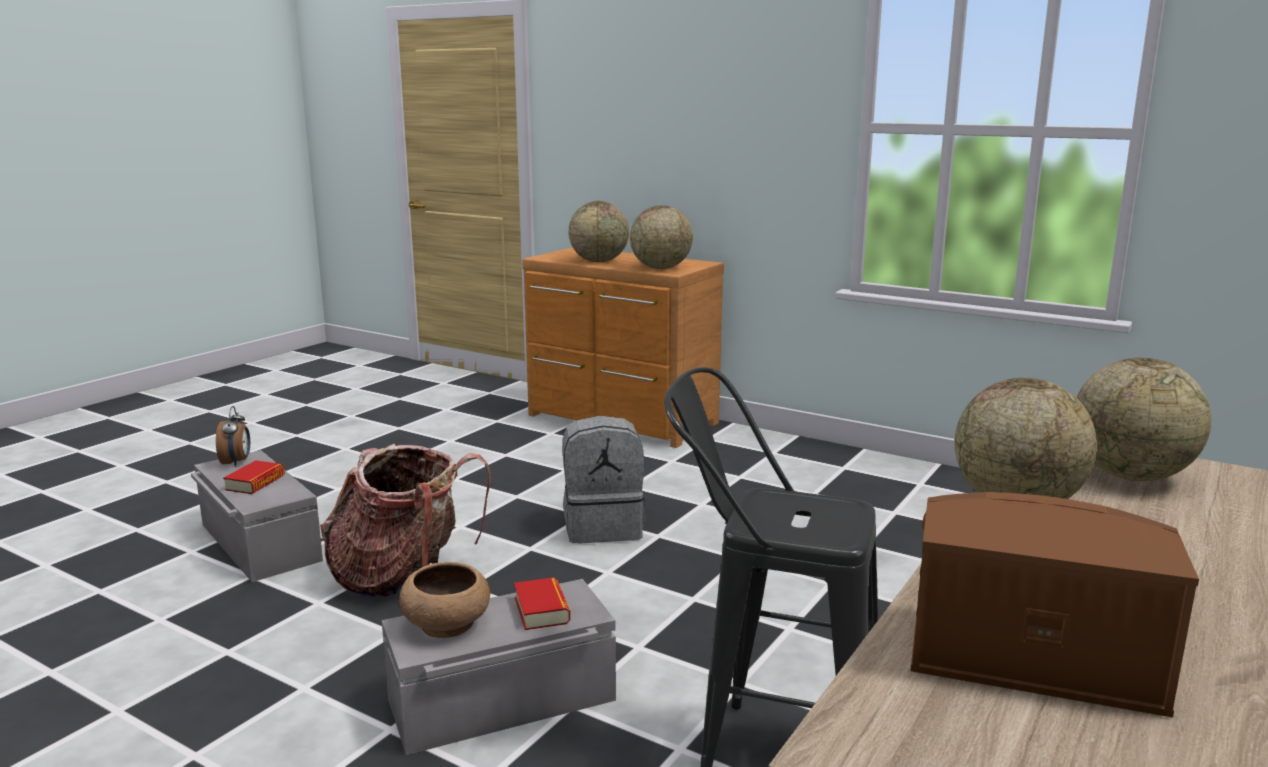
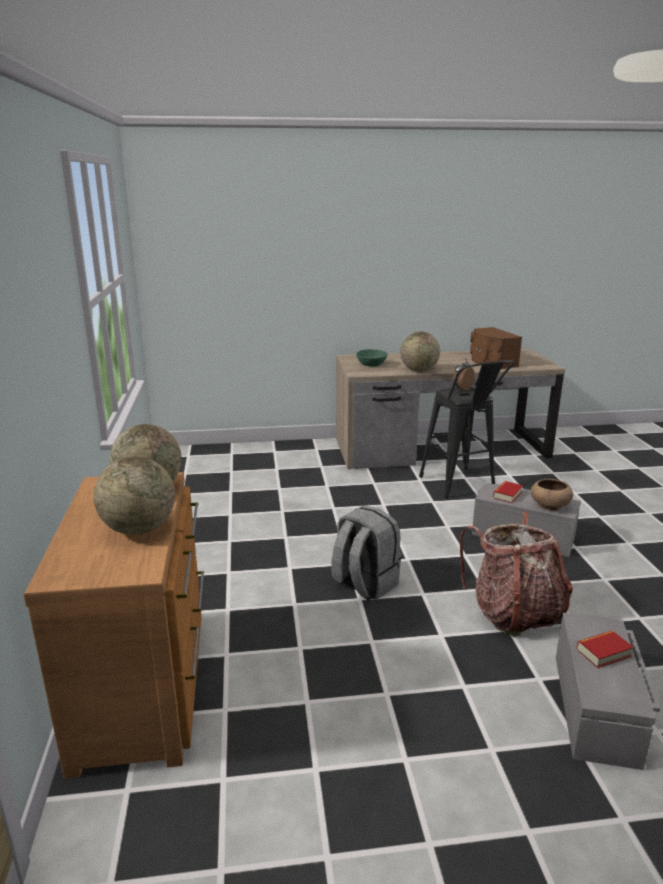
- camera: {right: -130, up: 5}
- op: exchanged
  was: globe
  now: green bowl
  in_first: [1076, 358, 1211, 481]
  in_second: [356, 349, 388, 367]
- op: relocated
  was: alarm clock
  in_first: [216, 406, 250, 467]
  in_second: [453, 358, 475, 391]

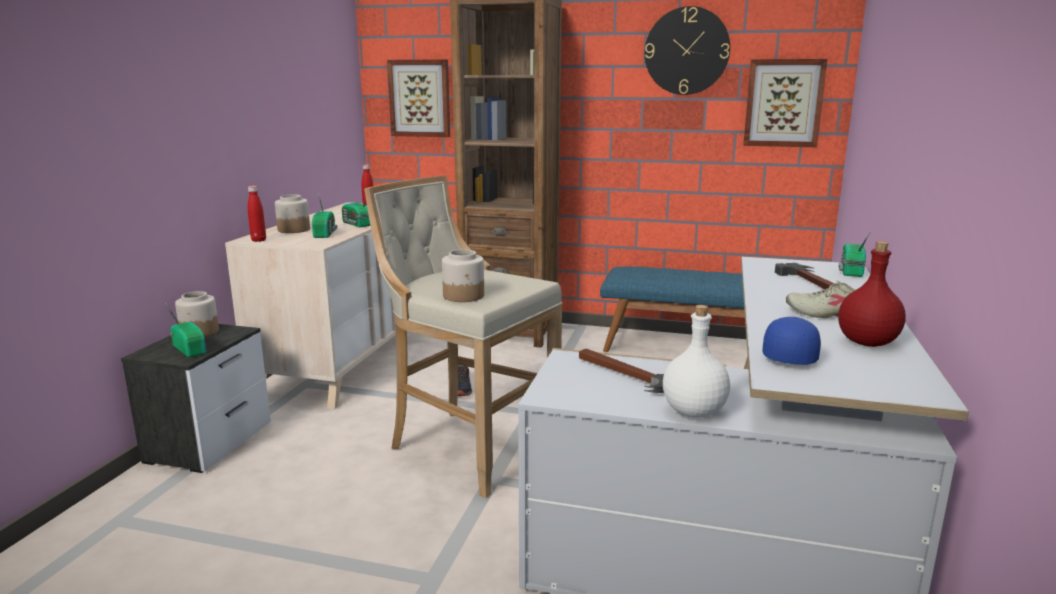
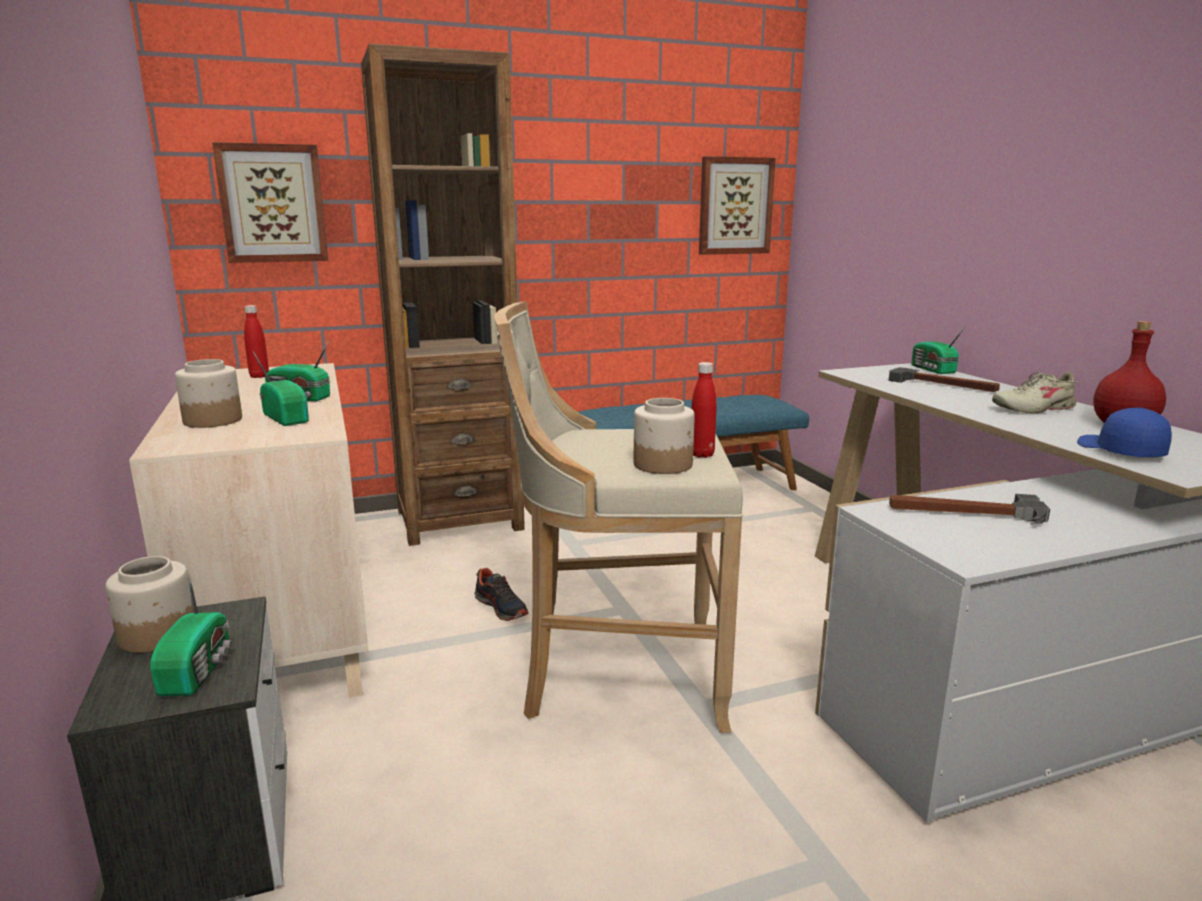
- camera: {right: -35, up: 0}
- op: spun
  was: radio
  in_first: [165, 303, 206, 358]
  in_second: [150, 566, 233, 696]
  clockwise: 75
- op: relocated
  was: red bottle
  in_first: [248, 186, 266, 242]
  in_second: [691, 362, 717, 458]
- op: missing
  was: wall clock
  in_first: [645, 6, 730, 95]
- op: missing
  was: white bottle
  in_first: [663, 305, 730, 418]

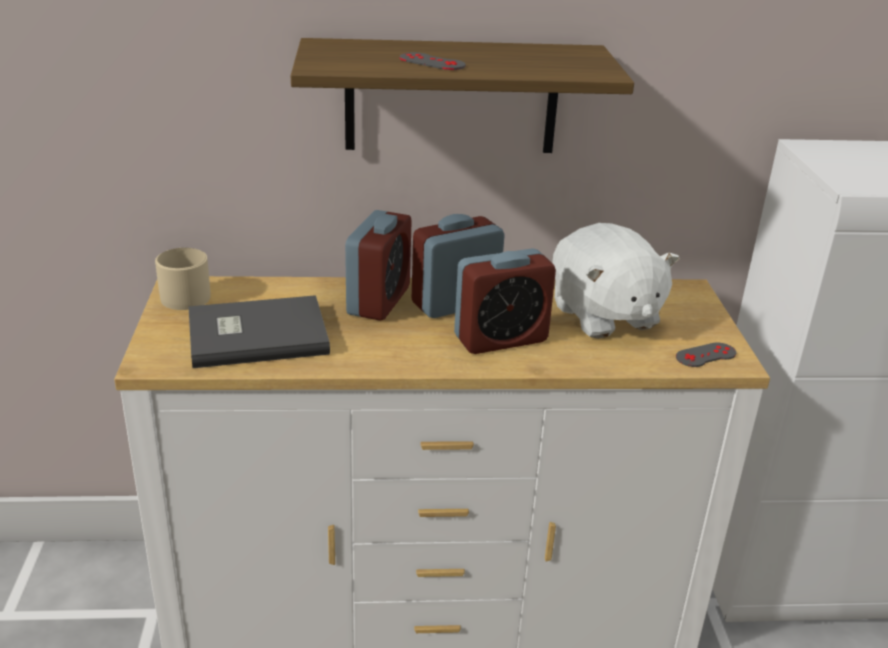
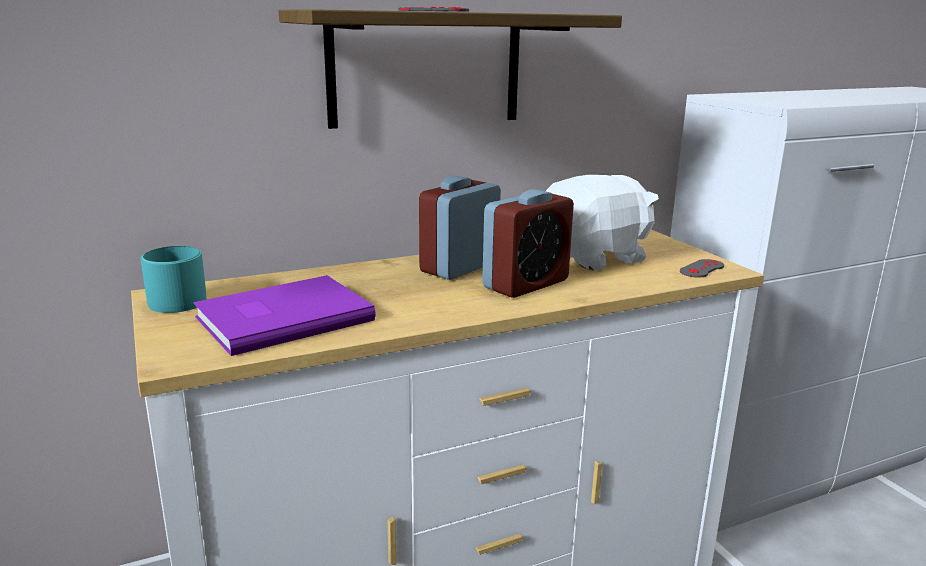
- camera: {right: -20, up: -10}
- op: colour
  was: beige mug
  now: turquoise mug
  in_first: [155, 248, 210, 310]
  in_second: [140, 246, 206, 313]
- op: colour
  was: grey book
  now: purple book
  in_first: [188, 295, 330, 368]
  in_second: [193, 275, 376, 356]
- op: spun
  was: white plush toy
  in_first: [552, 223, 680, 339]
  in_second: [546, 175, 659, 271]
  clockwise: -75
- op: missing
  was: alarm clock
  in_first: [345, 210, 411, 321]

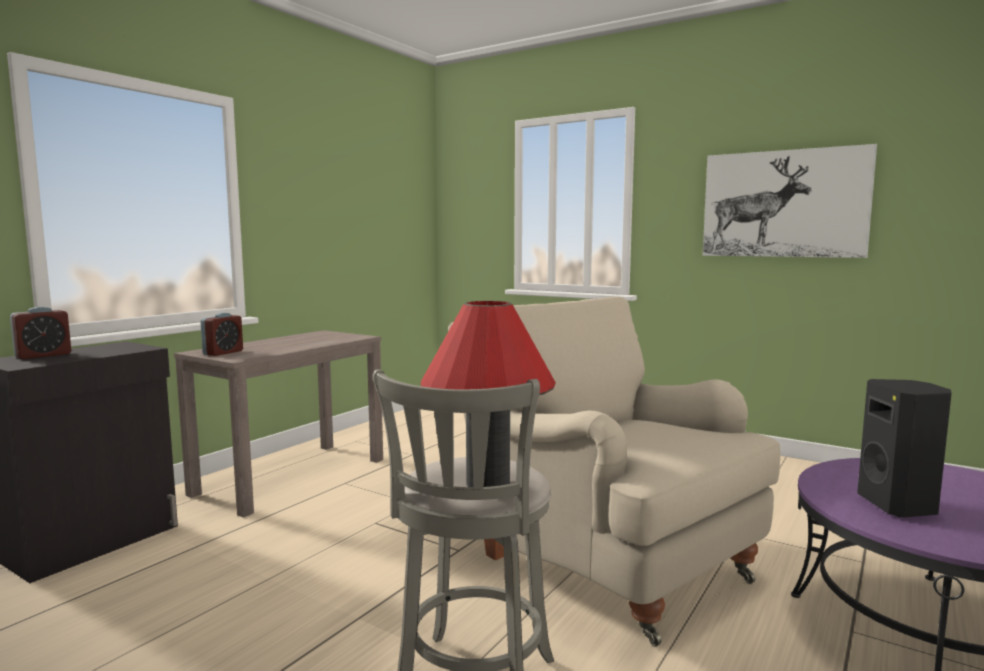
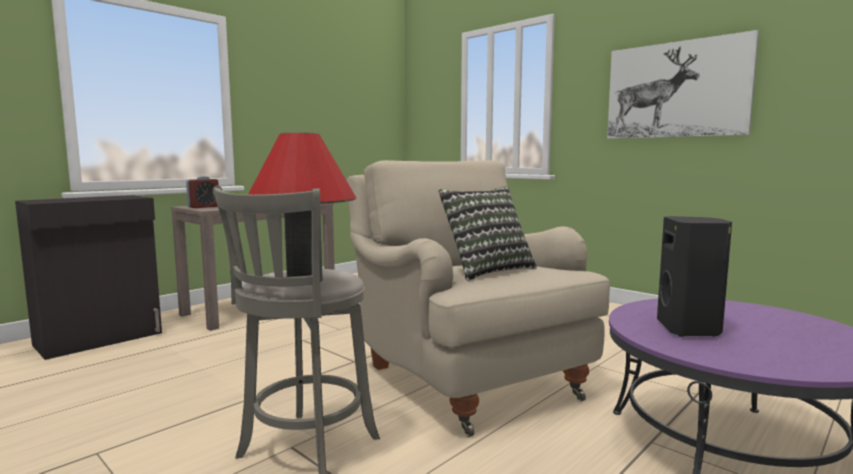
- camera: {right: 10, up: 0}
- op: appeared
  now: pillow
  in_second: [439, 186, 537, 281]
- op: missing
  was: alarm clock
  in_first: [10, 307, 71, 359]

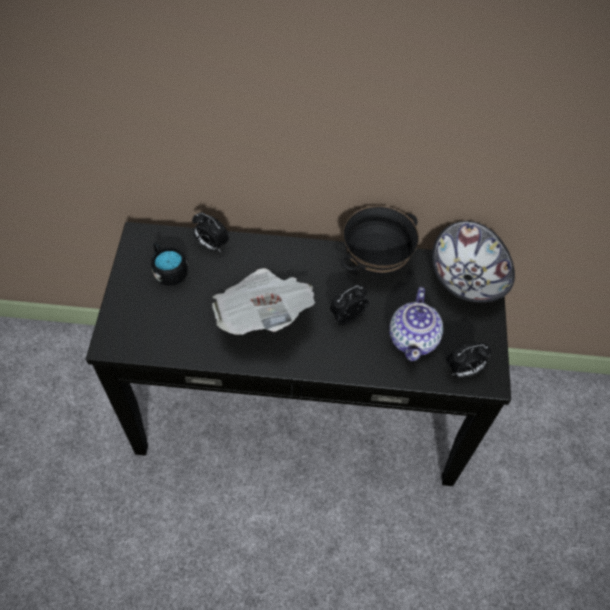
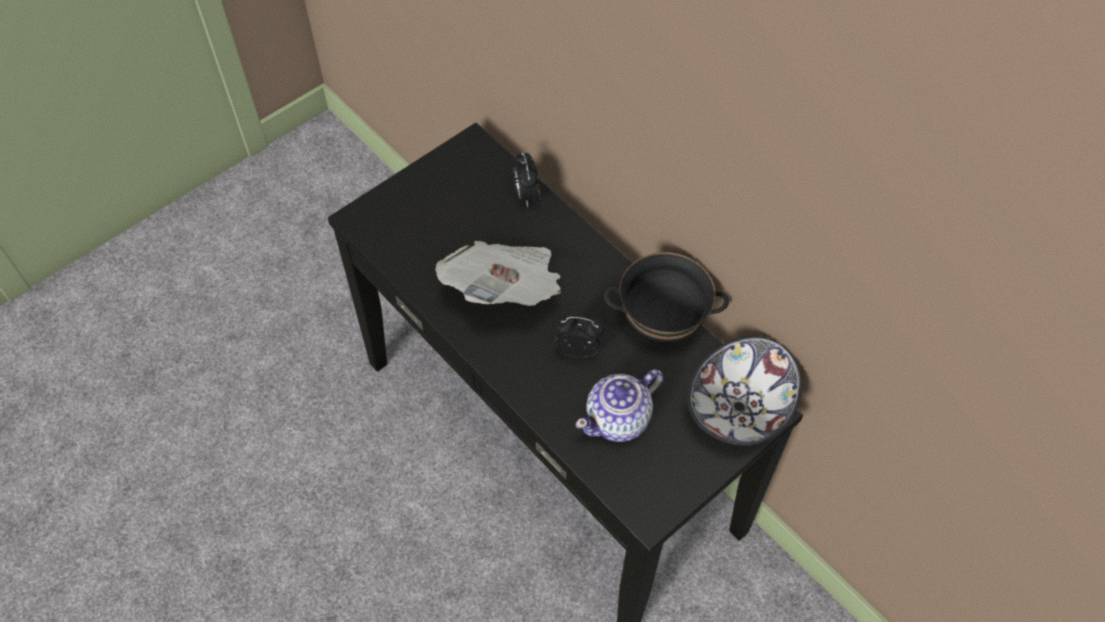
- camera: {right: 45, up: 0}
- op: missing
  was: black mug
  in_first: [151, 242, 188, 286]
- op: missing
  was: alarm clock
  in_first: [446, 342, 491, 378]

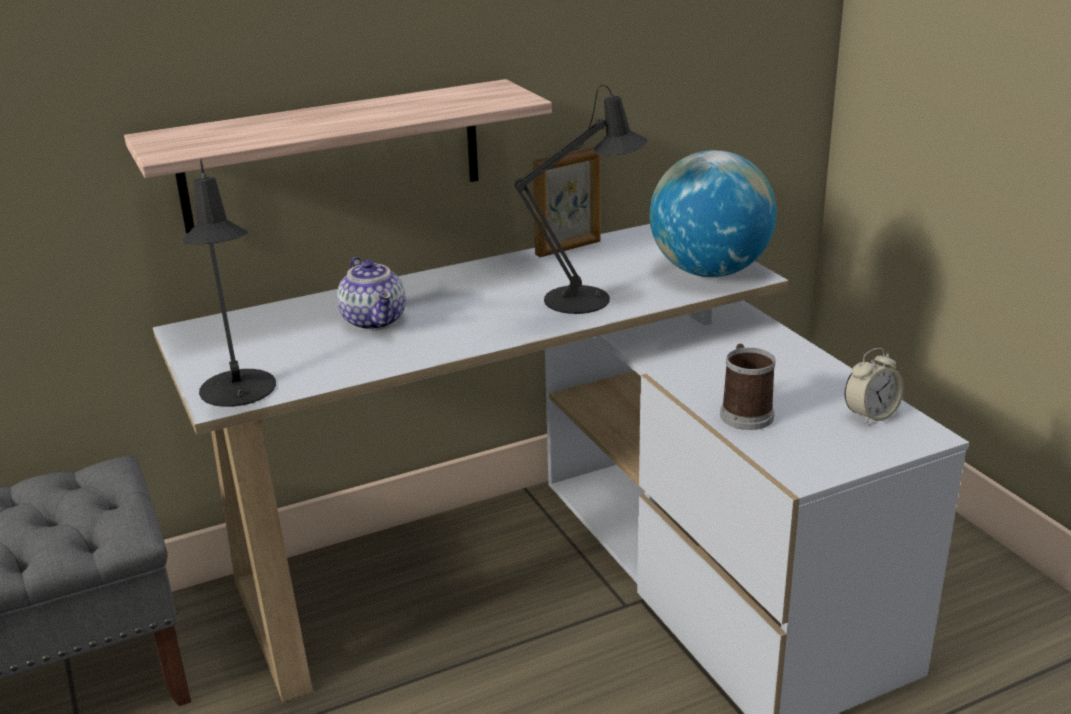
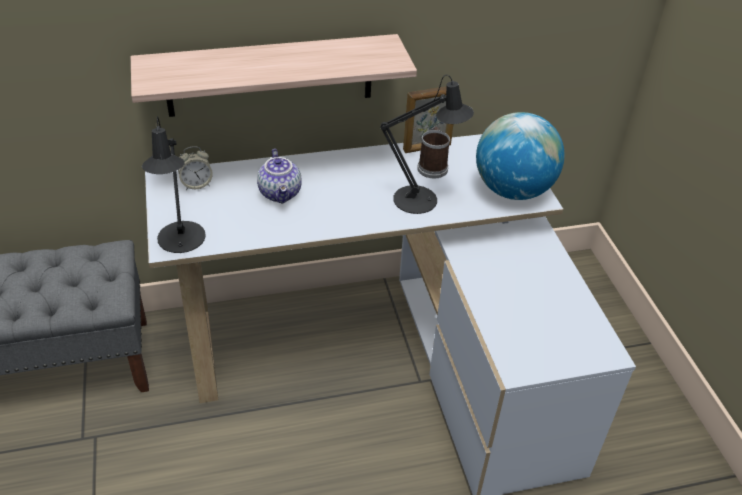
- camera: {right: 10, up: 15}
- op: relocated
  was: alarm clock
  in_first: [845, 348, 904, 425]
  in_second: [178, 146, 213, 190]
- op: relocated
  was: mug
  in_first: [720, 344, 775, 430]
  in_second: [417, 127, 451, 178]

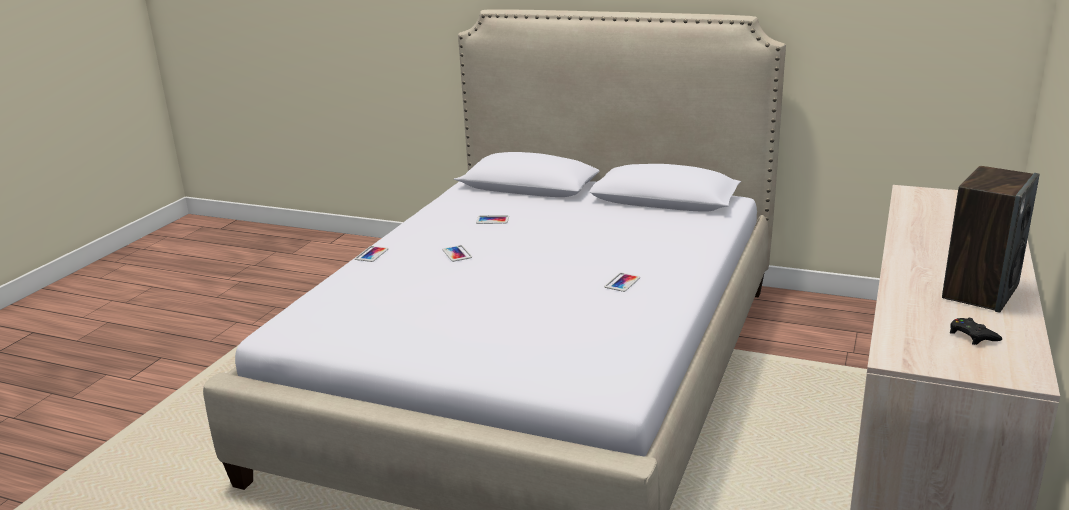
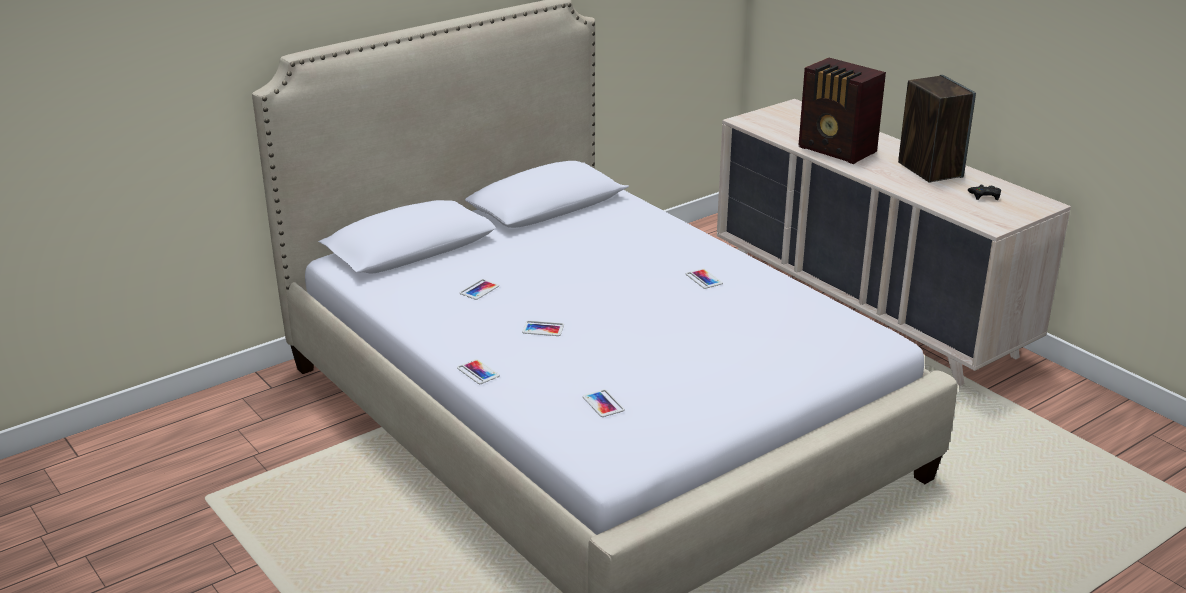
- camera: {right: -60, up: 5}
- op: appeared
  now: phone
  in_second: [582, 389, 625, 417]
- op: appeared
  now: radio
  in_second: [798, 58, 886, 164]

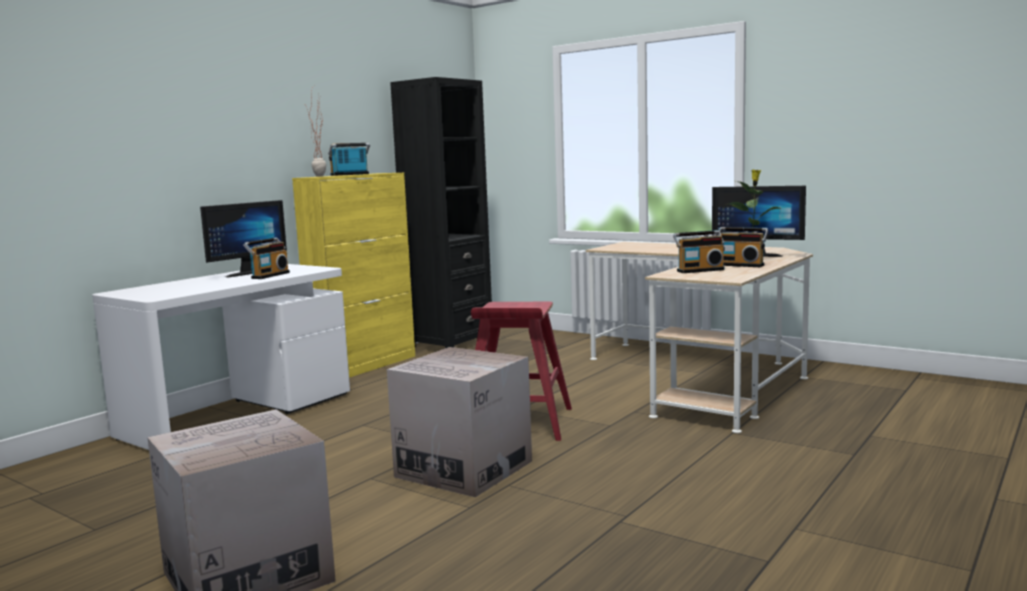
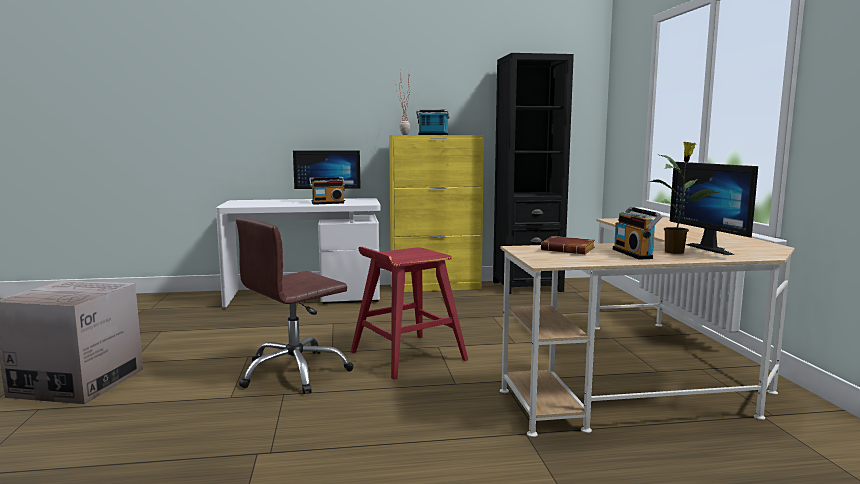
- camera: {right: 45, up: 0}
- op: exchanged
  was: cardboard box
  now: brown office chair
  in_first: [387, 347, 532, 497]
  in_second: [236, 218, 353, 394]
- op: exchanged
  was: radio
  now: brown book
  in_first: [673, 230, 725, 273]
  in_second: [541, 236, 595, 254]

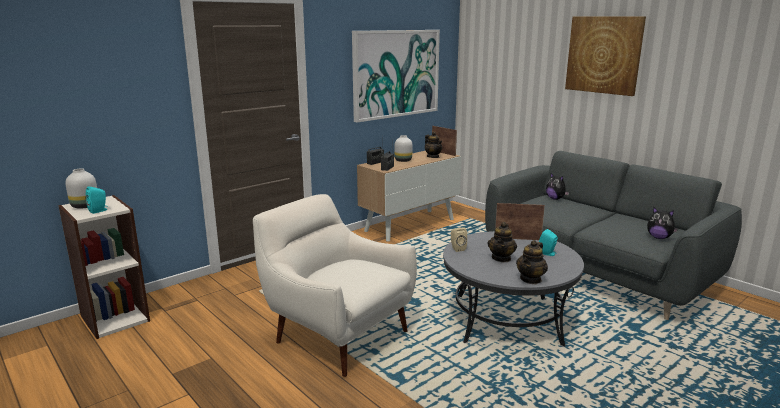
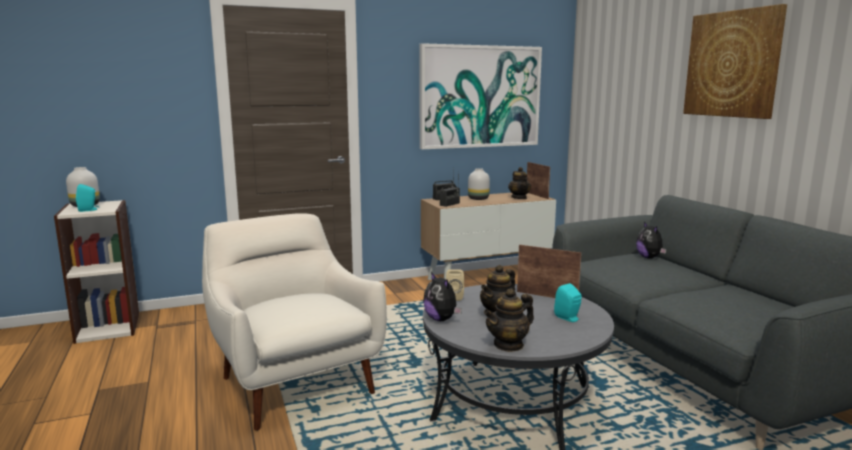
- camera: {right: 20, up: -5}
- op: relocated
  was: plush toy
  in_first: [647, 207, 678, 239]
  in_second: [423, 272, 462, 321]

